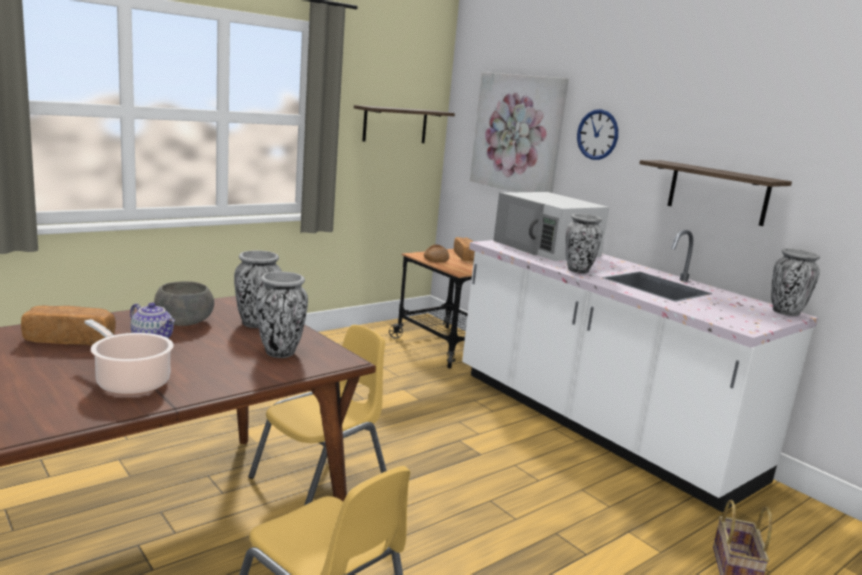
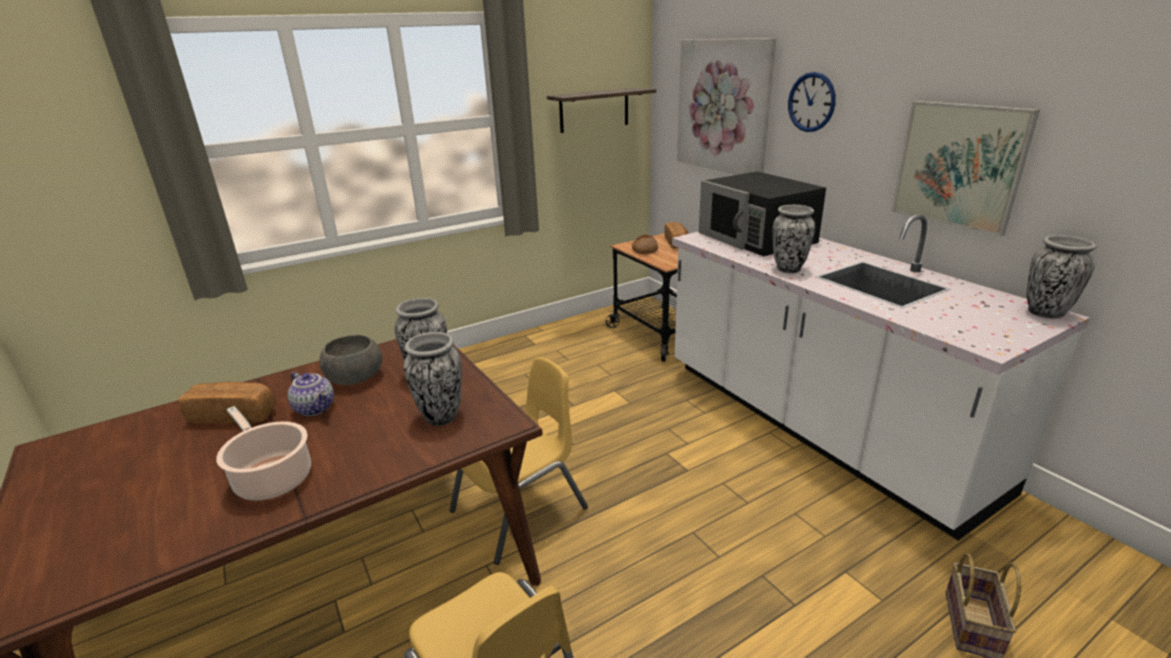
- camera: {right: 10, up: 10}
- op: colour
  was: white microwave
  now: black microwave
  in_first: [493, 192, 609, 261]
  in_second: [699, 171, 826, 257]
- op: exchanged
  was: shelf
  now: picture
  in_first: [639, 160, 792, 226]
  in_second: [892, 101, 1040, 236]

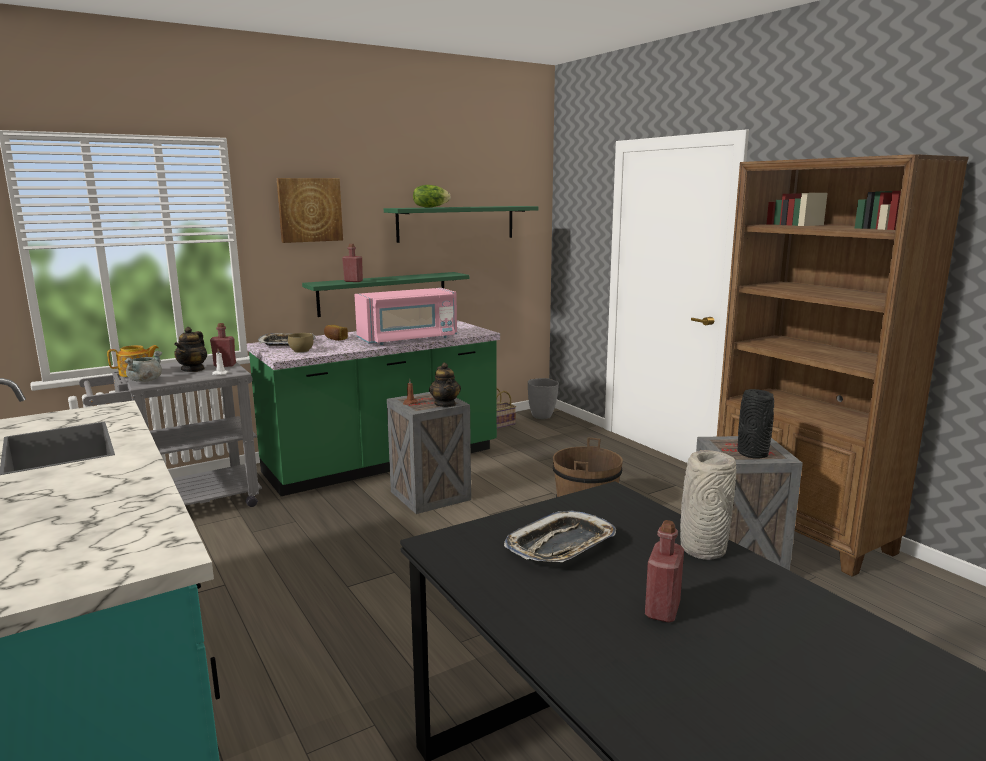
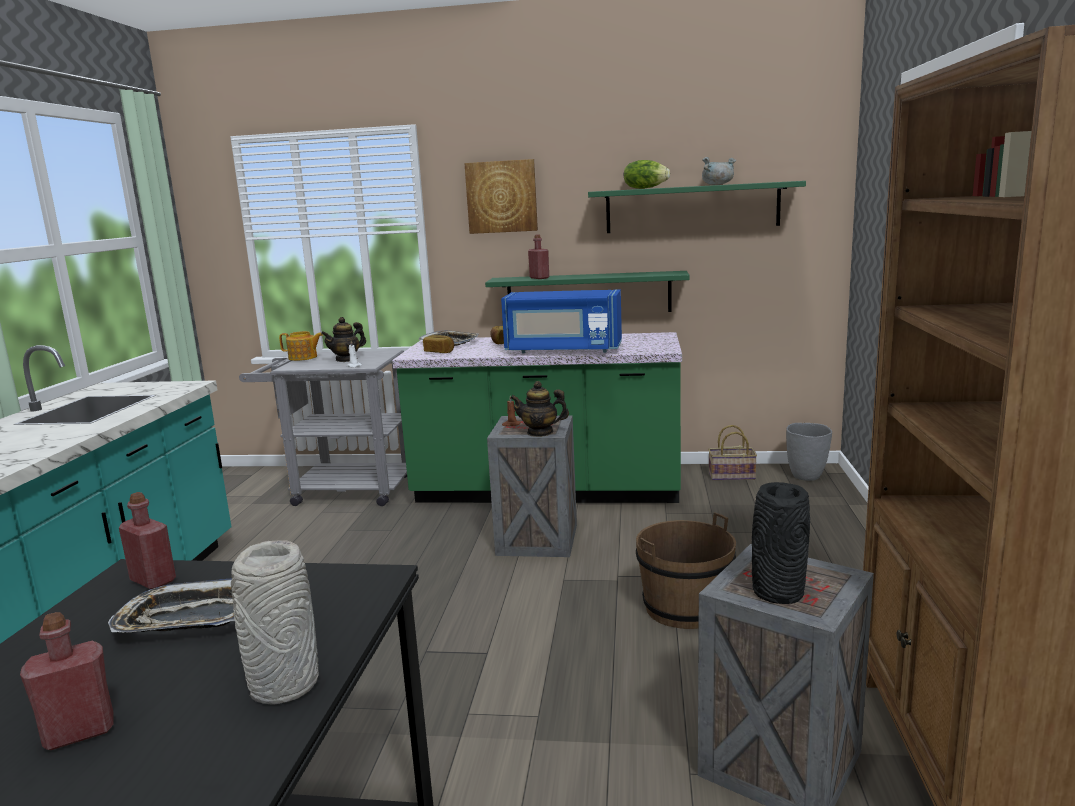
- camera: {right: 40, up: 0}
- op: relocated
  was: red bottle
  in_first: [210, 323, 236, 367]
  in_second: [119, 492, 176, 589]
- op: exchanged
  was: brown bowl
  now: bread
  in_first: [288, 333, 313, 353]
  in_second: [423, 335, 454, 353]
- op: colour
  was: pink microwave
  now: blue microwave
  in_first: [354, 288, 457, 345]
  in_second: [501, 289, 622, 354]
- op: spun
  was: teapot
  in_first: [429, 363, 461, 407]
  in_second: [511, 381, 569, 437]
  clockwise: 75
- op: relocated
  was: grey cooking pot
  in_first: [125, 351, 162, 382]
  in_second: [702, 157, 736, 185]

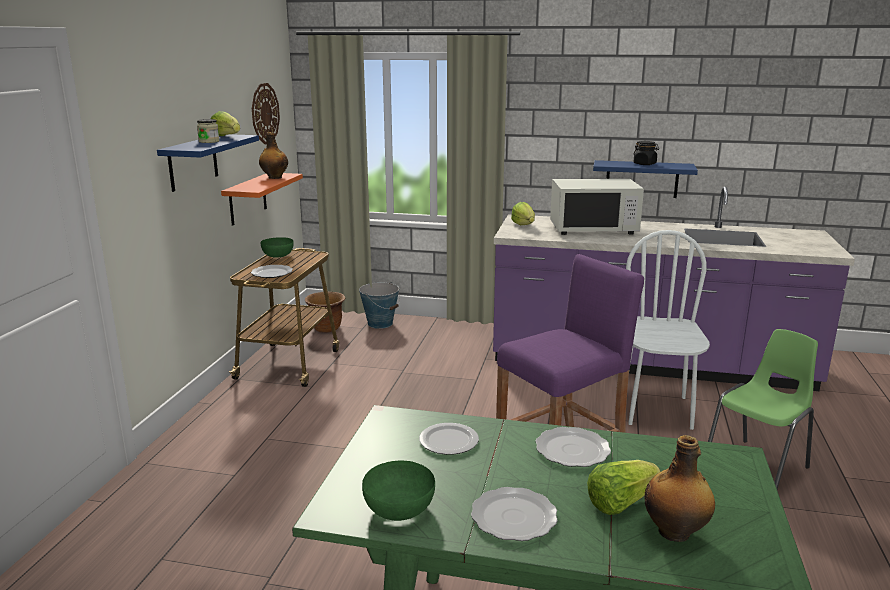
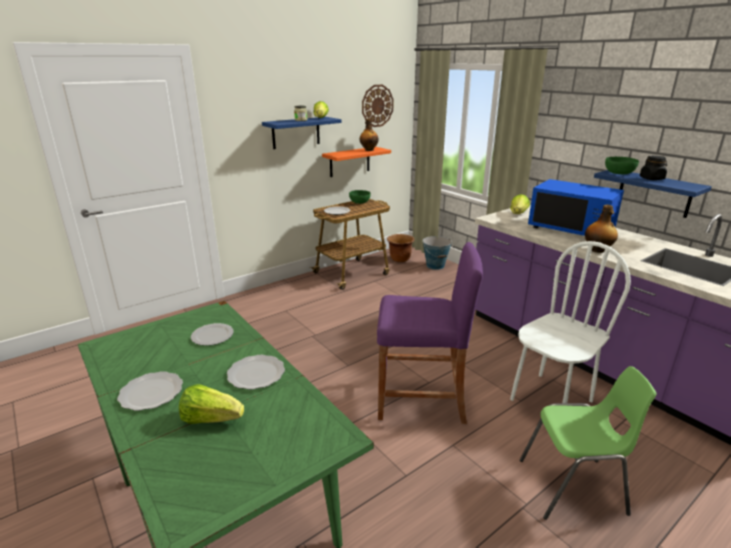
- camera: {right: 40, up: 5}
- op: colour
  was: white microwave
  now: blue microwave
  in_first: [550, 179, 644, 235]
  in_second: [528, 179, 624, 236]
- op: relocated
  was: bottle
  in_first: [644, 435, 715, 542]
  in_second: [585, 205, 618, 253]
- op: relocated
  was: green bowl
  in_first: [362, 461, 435, 521]
  in_second: [605, 157, 639, 174]

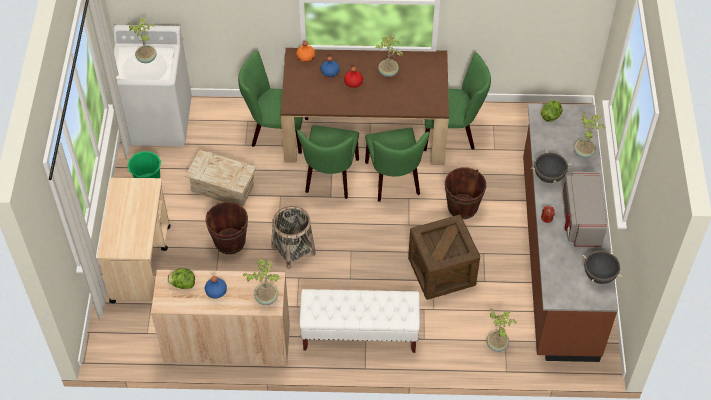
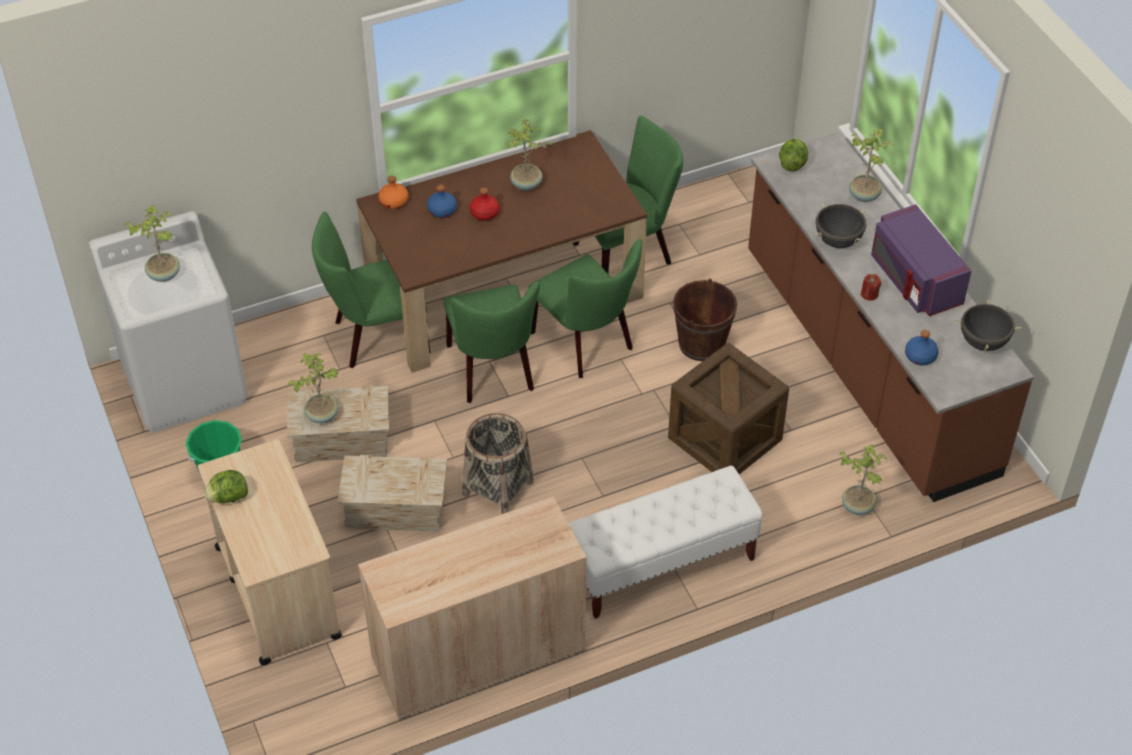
- camera: {right: -25, up: -5}
- op: relocated
  was: lettuce
  in_first: [167, 268, 195, 289]
  in_second: [204, 470, 248, 503]
- op: relocated
  was: potted plant
  in_first: [243, 258, 280, 305]
  in_second: [288, 353, 339, 423]
- op: exchanged
  was: brown bucket
  now: crate
  in_first: [205, 202, 248, 254]
  in_second: [337, 455, 447, 532]
- op: colour
  was: grey microwave
  now: purple microwave
  in_first: [562, 172, 607, 247]
  in_second: [871, 204, 971, 316]
- op: relocated
  was: blue bottle
  in_first: [205, 276, 227, 298]
  in_second: [905, 330, 939, 366]

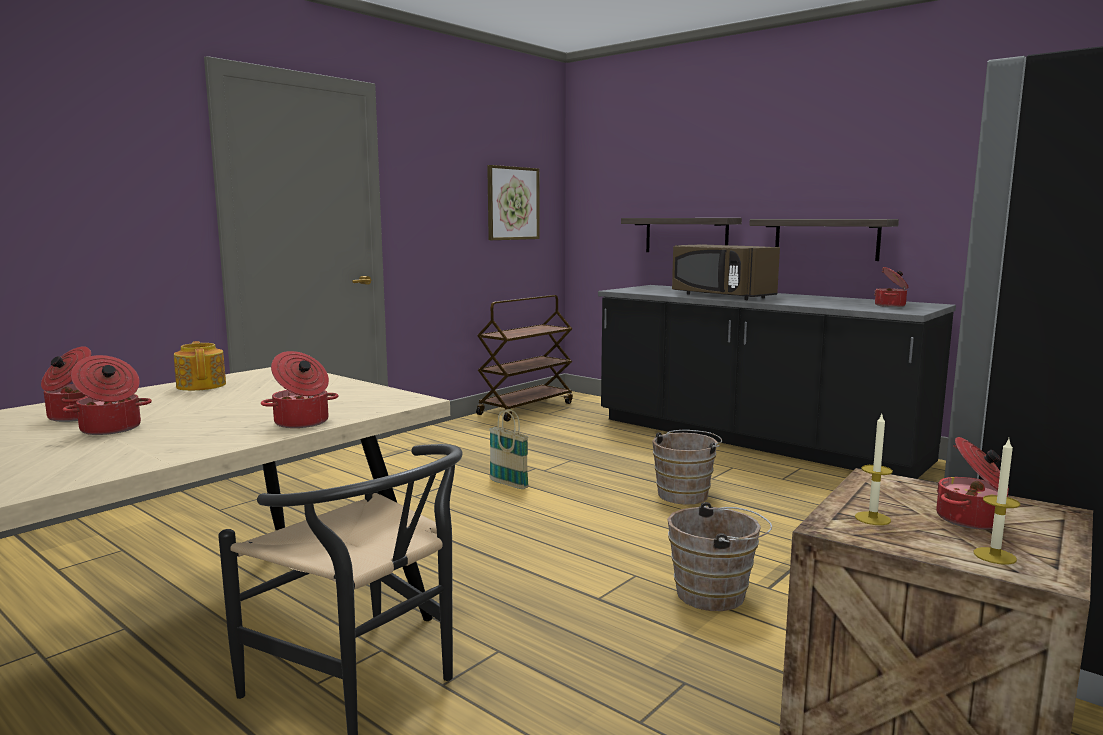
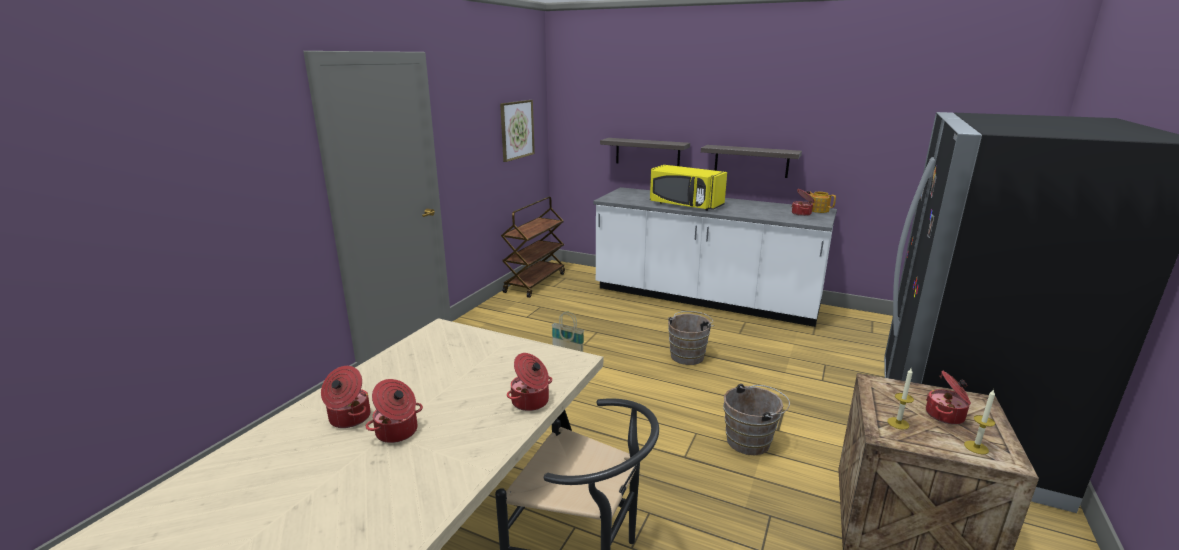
- camera: {right: -15, up: 10}
- op: colour
  was: black counter
  now: white counter
  in_first: [598, 285, 956, 479]
  in_second: [593, 187, 837, 327]
- op: colour
  was: brown microwave
  now: yellow microwave
  in_first: [672, 245, 780, 300]
  in_second: [650, 165, 727, 211]
- op: relocated
  was: teapot
  in_first: [174, 341, 226, 391]
  in_second: [806, 191, 836, 213]

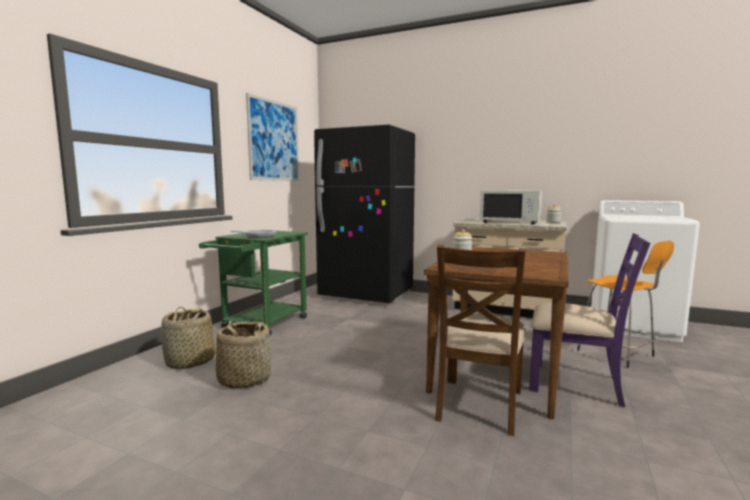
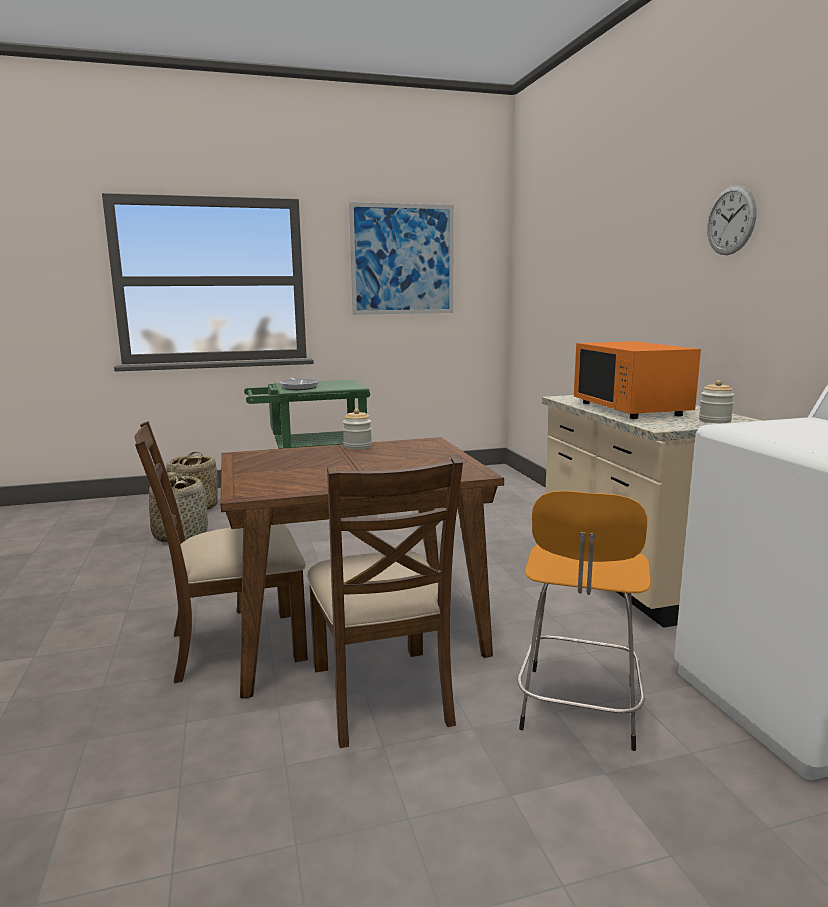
- camera: {right: 50, up: 5}
- op: colour
  was: purple chair
  now: brown chair
  in_first: [529, 233, 651, 407]
  in_second: [307, 457, 463, 748]
- op: colour
  was: white microwave
  now: orange microwave
  in_first: [480, 190, 543, 224]
  in_second: [574, 341, 701, 419]
- op: appeared
  now: wall clock
  in_second: [707, 185, 756, 255]
- op: missing
  was: black fridge
  in_first: [314, 125, 415, 303]

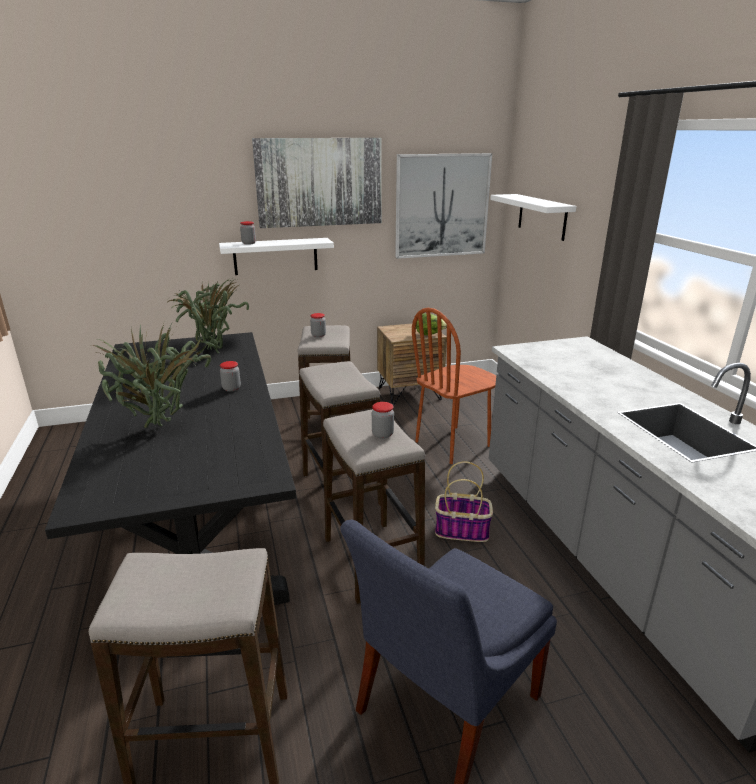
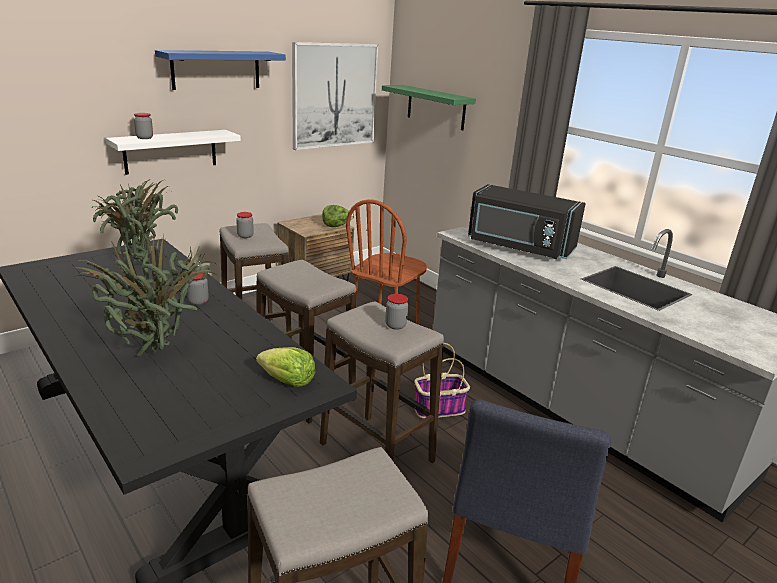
- camera: {right: -25, up: 0}
- op: exchanged
  was: picture
  now: blue shelf
  in_first: [252, 138, 382, 228]
  in_second: [155, 50, 286, 90]
- op: appeared
  now: lettuce
  in_second: [256, 347, 315, 387]
- op: colour
  was: white shelf
  now: green shelf
  in_first: [490, 194, 577, 241]
  in_second: [382, 85, 476, 130]
- op: appeared
  now: black microwave
  in_second: [468, 184, 586, 259]

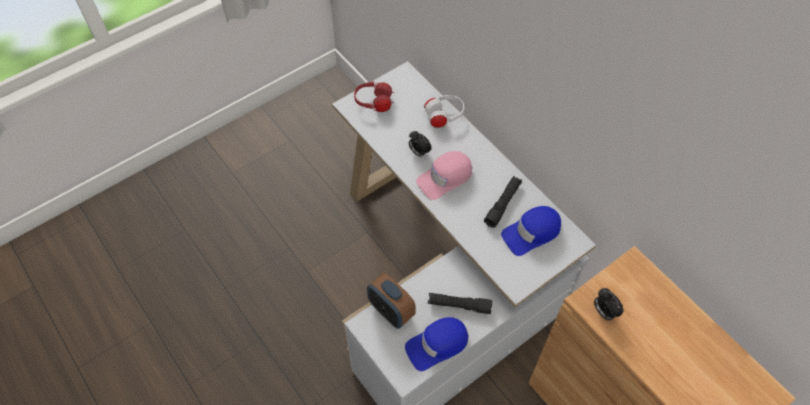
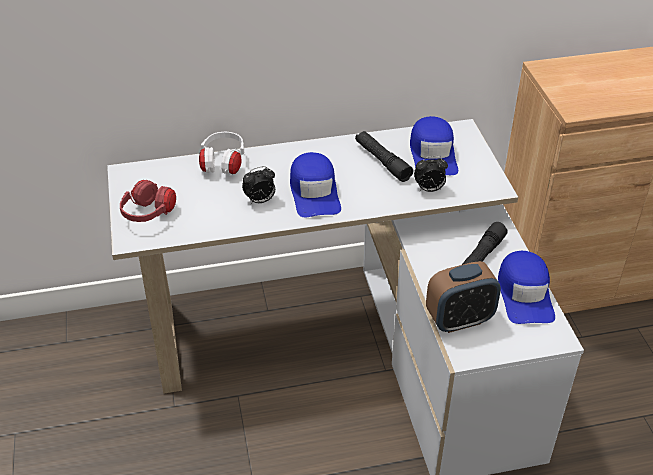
- camera: {right: -65, up: -15}
- op: colour
  was: pink cap
  now: blue cap
  in_first: [416, 151, 472, 200]
  in_second: [290, 152, 341, 217]
- op: relocated
  was: alarm clock
  in_first: [594, 288, 623, 320]
  in_second: [414, 156, 448, 192]

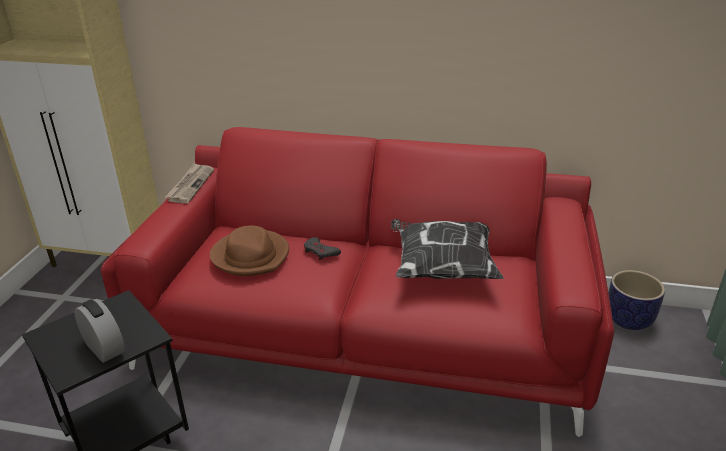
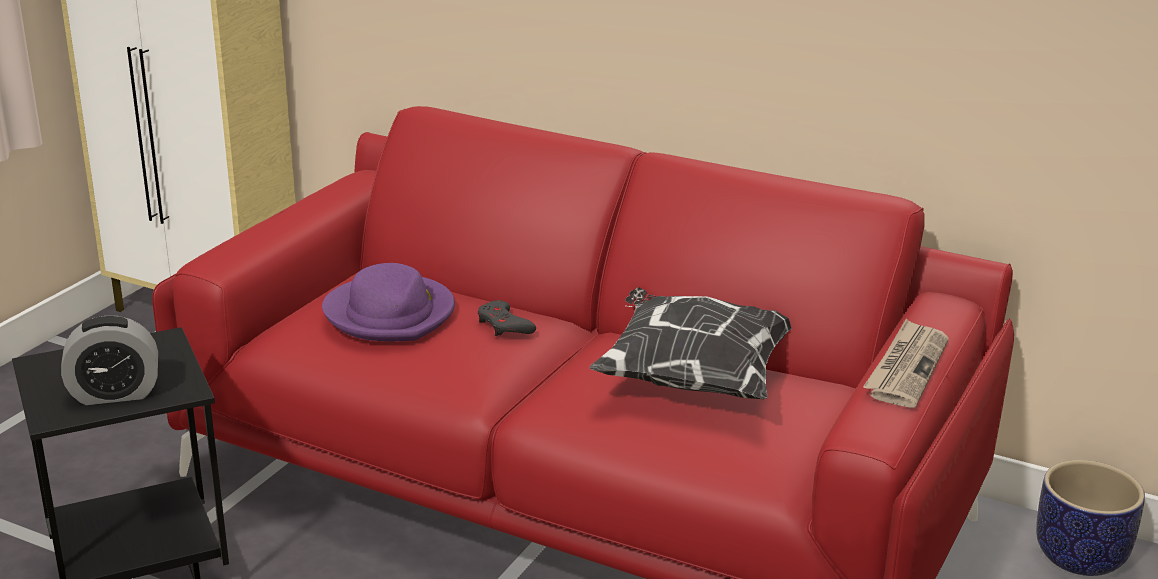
- camera: {right: 15, up: -5}
- op: spun
  was: alarm clock
  in_first: [74, 299, 125, 363]
  in_second: [61, 316, 158, 405]
  clockwise: 105
- op: colour
  was: brown hat
  now: purple hat
  in_first: [210, 225, 289, 276]
  in_second: [322, 263, 455, 341]
- op: relocated
  was: newspaper
  in_first: [165, 163, 214, 203]
  in_second: [863, 319, 949, 408]

